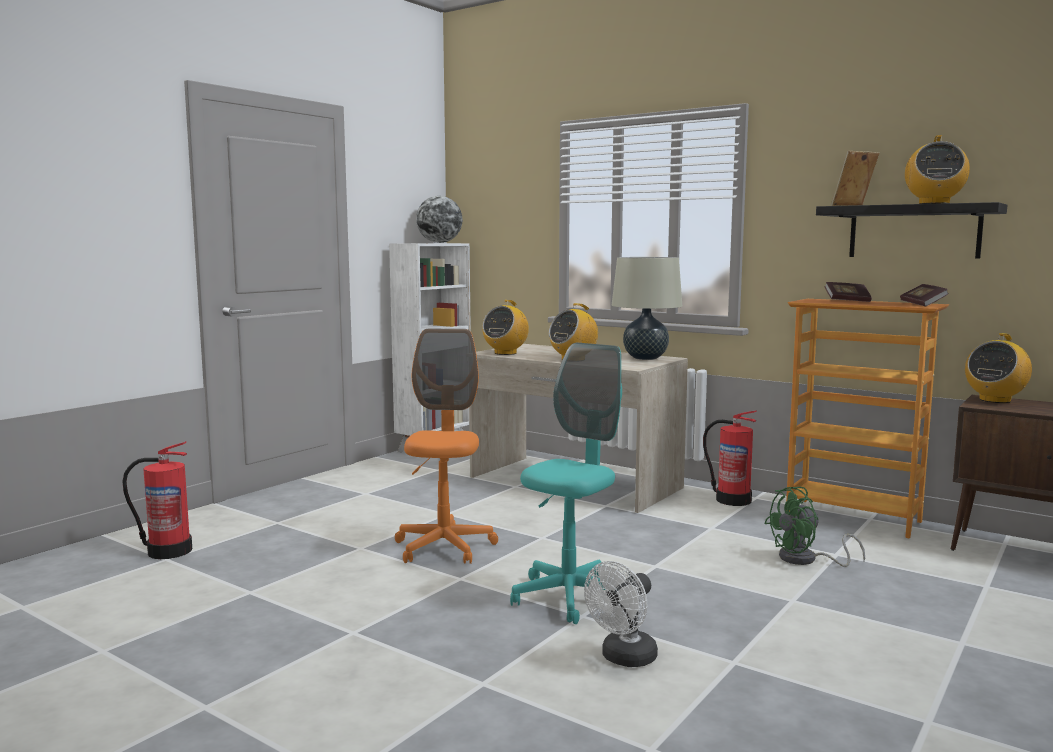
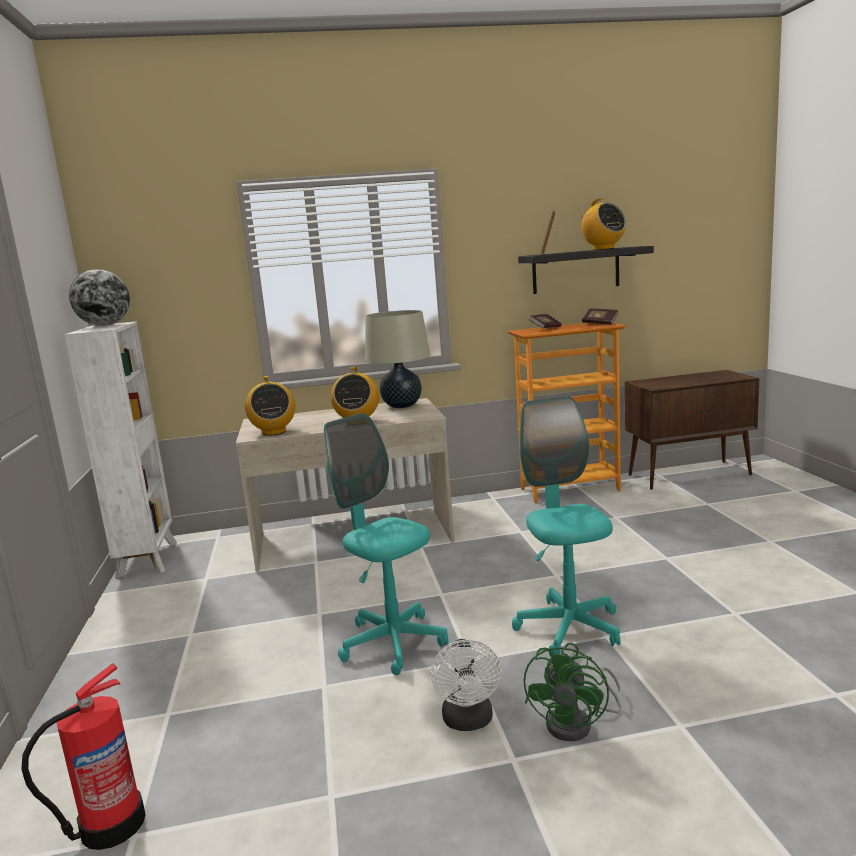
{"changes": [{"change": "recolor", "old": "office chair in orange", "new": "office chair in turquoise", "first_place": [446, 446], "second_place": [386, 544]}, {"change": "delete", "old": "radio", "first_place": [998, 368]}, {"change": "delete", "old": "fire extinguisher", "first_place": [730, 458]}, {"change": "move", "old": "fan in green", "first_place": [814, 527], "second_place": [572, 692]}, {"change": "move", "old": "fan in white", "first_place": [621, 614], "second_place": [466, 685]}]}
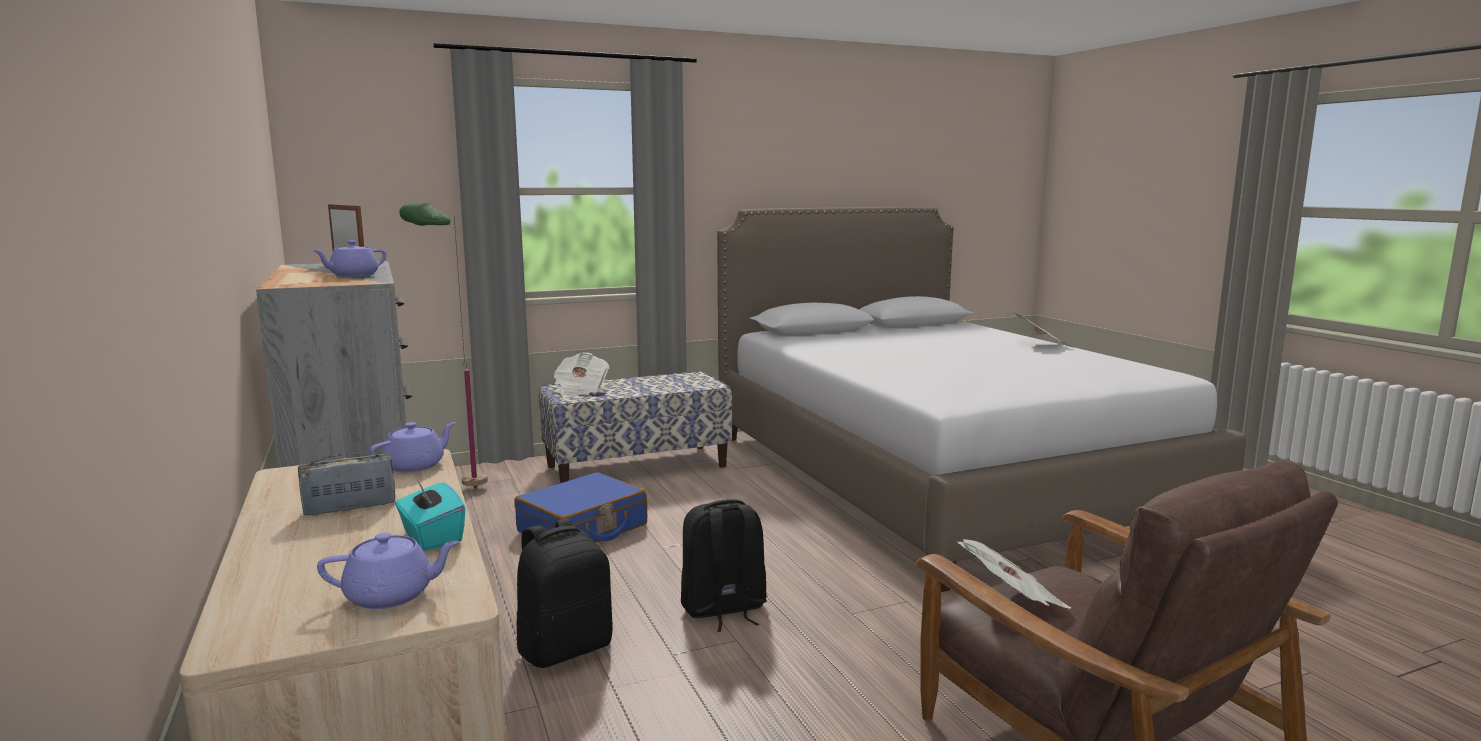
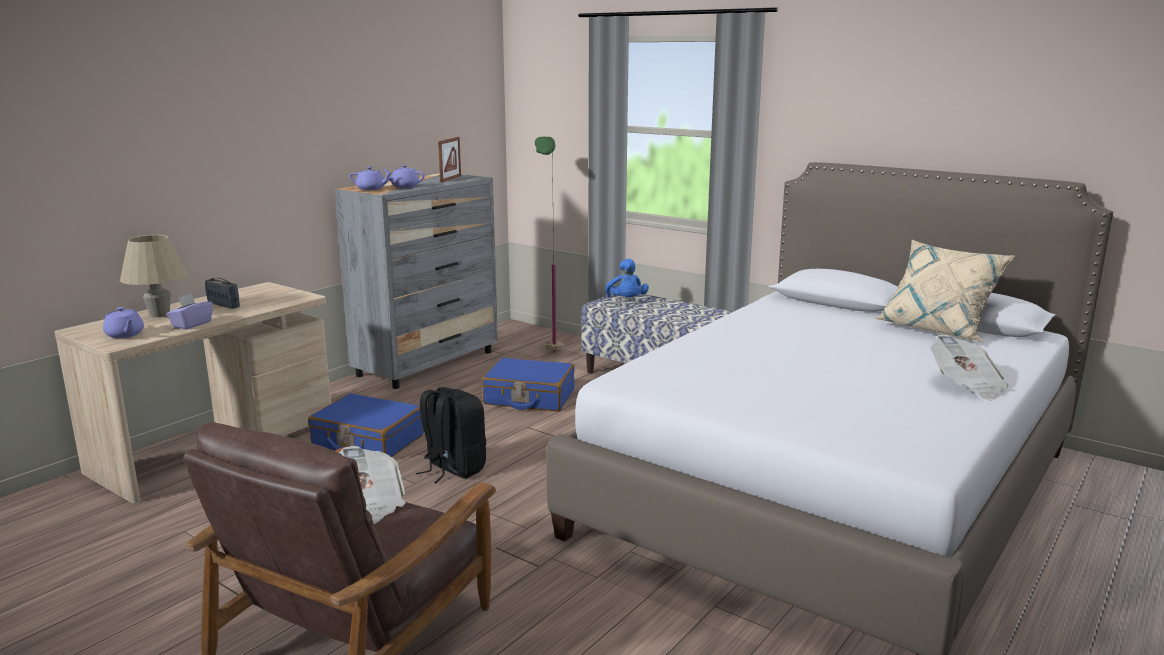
{"changes": [{"change": "replace", "old": "newspaper", "new": "plush toy in blue", "first_place": [581, 374], "second_place": [627, 278]}, {"change": "move", "old": "teapot in purple", "first_place": [412, 447], "second_place": [371, 178]}, {"change": "recolor", "old": "tissue box in turquoise", "new": "tissue box in purple", "first_place": [430, 515], "second_place": [189, 311]}, {"change": "replace", "old": "backpack in black", "new": "suitcase in blue", "first_place": [564, 593], "second_place": [366, 425]}, {"change": "insert", "new": "table lamp in beige", "second_place": [154, 276]}, {"change": "insert", "new": "pillow in beige", "second_place": [944, 291]}]}
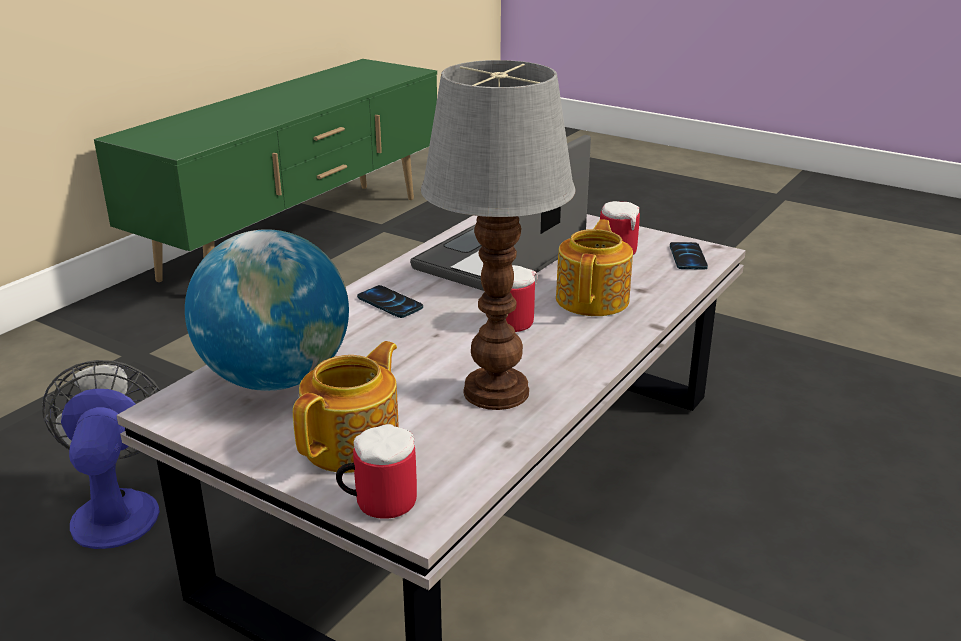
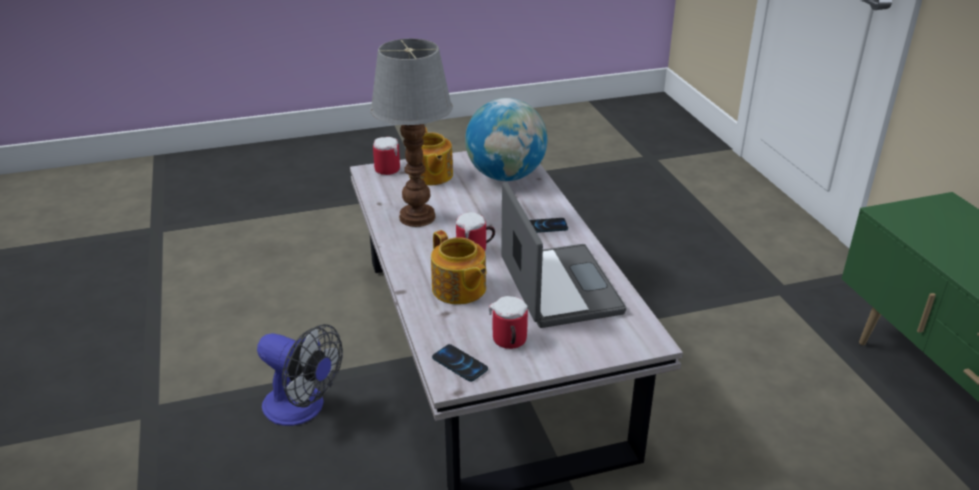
{"changes": [{"change": "move", "old": "fan", "first_place": [101, 454], "second_place": [300, 375]}]}
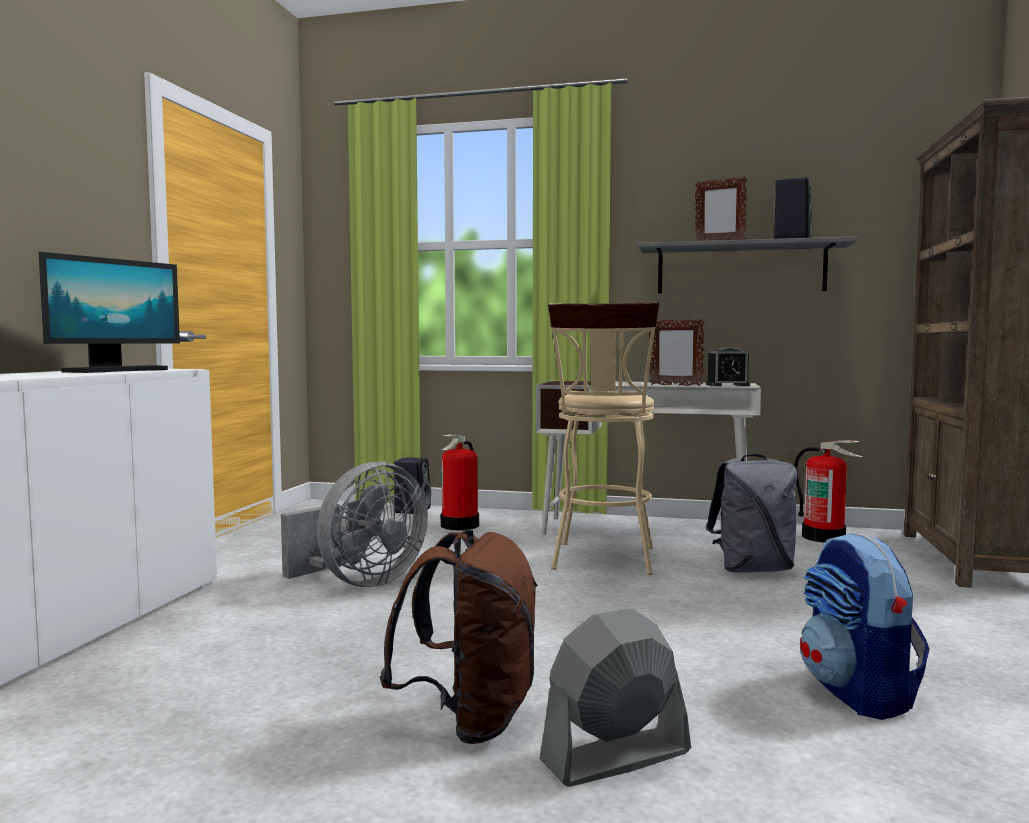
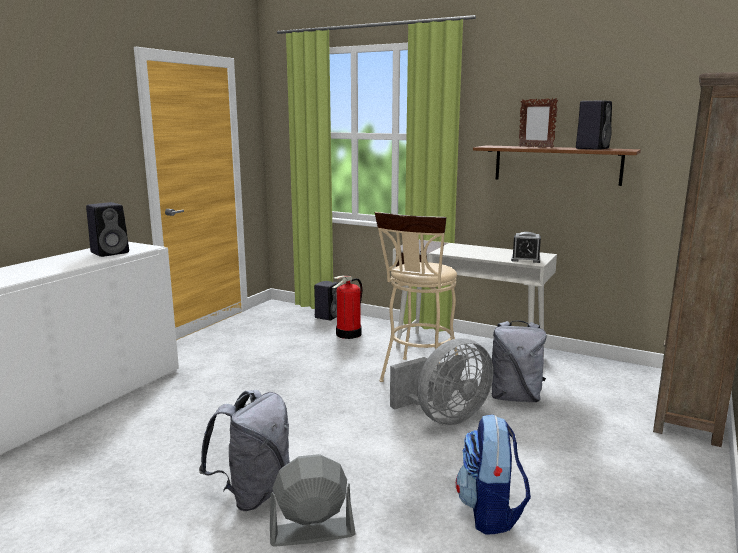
{"changes": [{"change": "recolor", "old": "shelf in grey", "new": "shelf in brown", "first_place": [748, 264], "second_place": [557, 165]}, {"change": "replace", "old": "monitor", "new": "speaker in black", "first_place": [109, 312], "second_place": [107, 229]}, {"change": "delete", "old": "picture frame", "first_place": [676, 352]}, {"change": "delete", "old": "fire extinguisher", "first_place": [829, 491]}, {"change": "move", "old": "fan in grey", "first_place": [354, 524], "second_place": [441, 381]}, {"change": "recolor", "old": "backpack in brown", "new": "backpack in grey", "first_place": [459, 636], "second_place": [244, 450]}]}
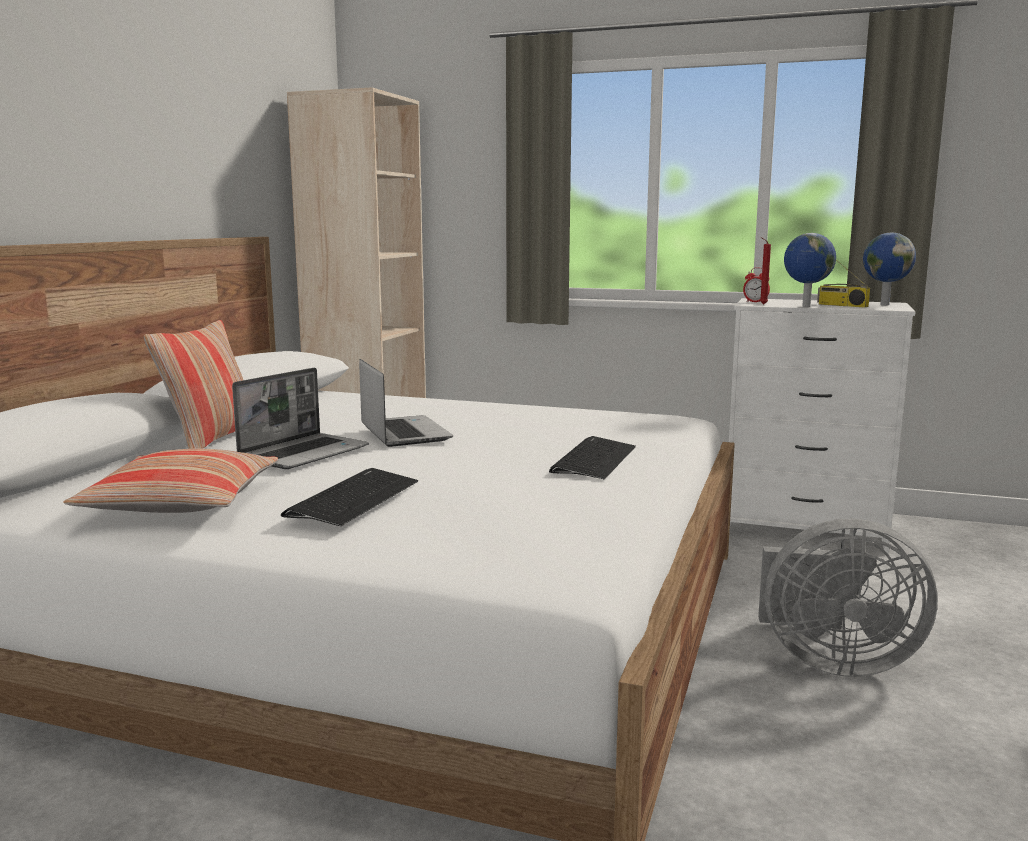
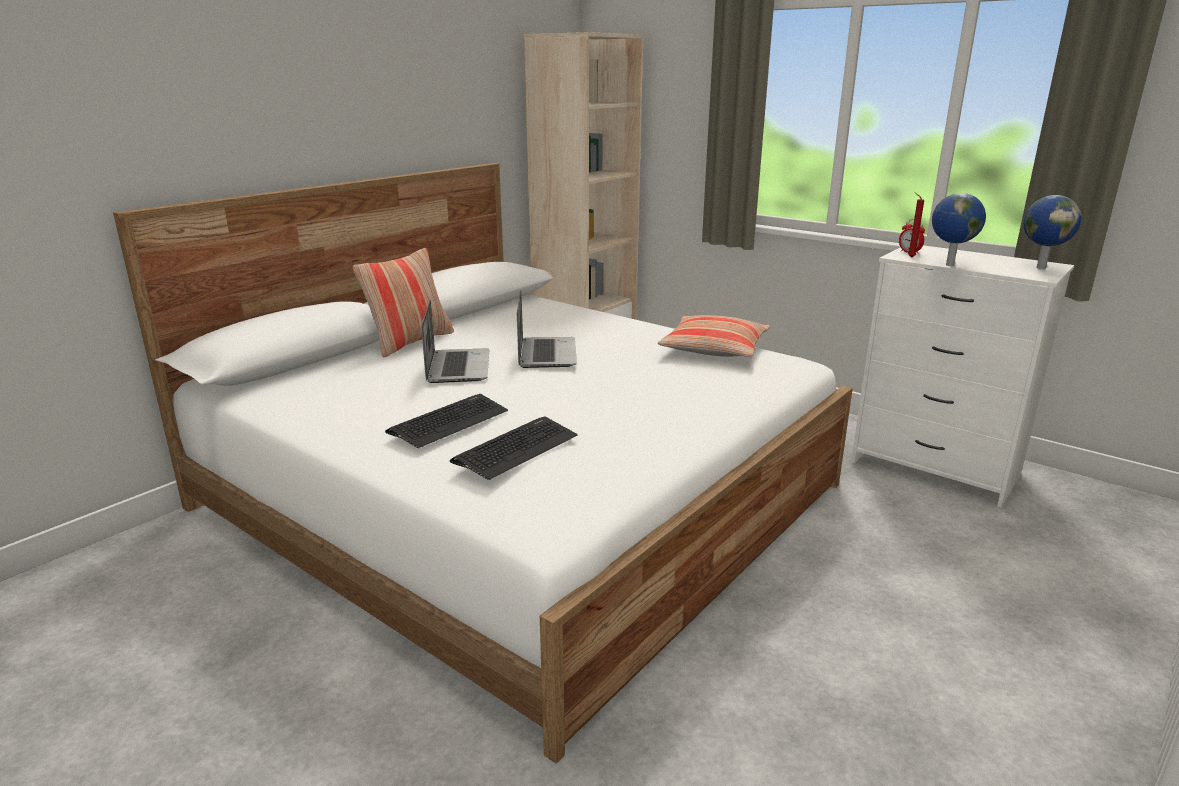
{"changes": [{"change": "delete", "old": "radio", "first_place": [843, 283]}, {"change": "rotate", "old": "laptop", "first_place": [300, 418], "second_place": [455, 341], "degrees": -60}, {"change": "move", "old": "keyboard", "first_place": [592, 457], "second_place": [514, 448]}, {"change": "move", "old": "pillow", "first_place": [170, 480], "second_place": [714, 336]}, {"change": "delete", "old": "fan in grey", "first_place": [847, 597]}]}
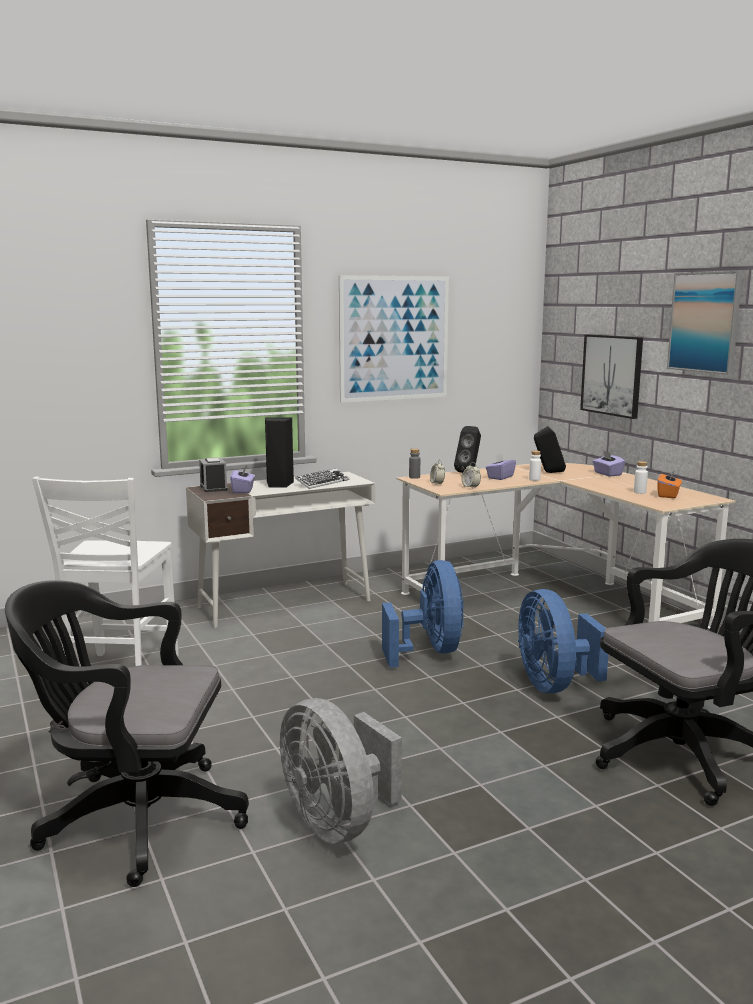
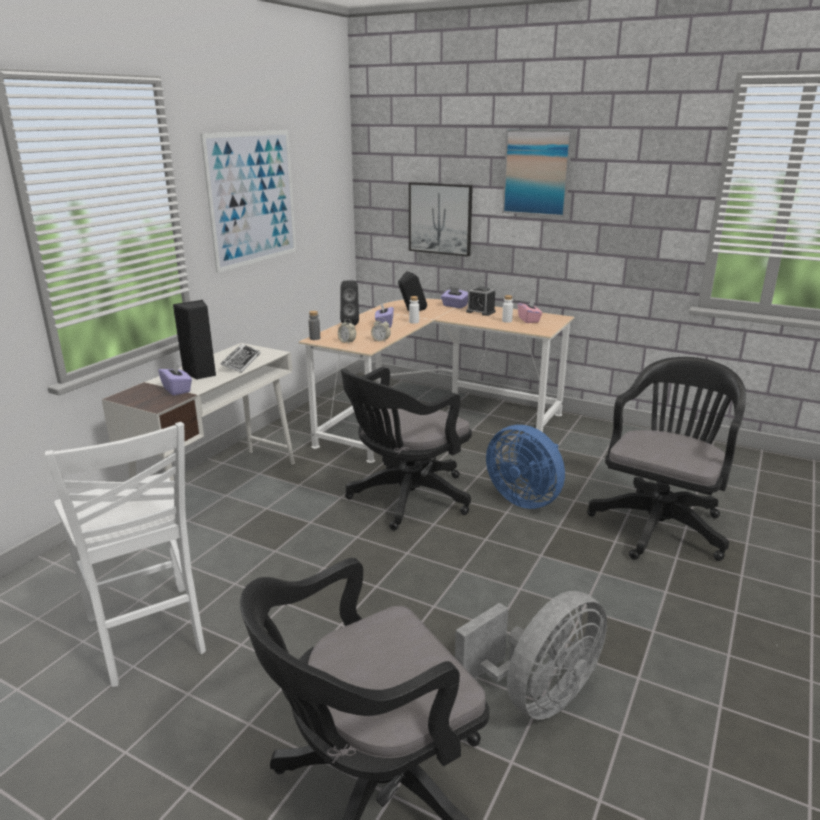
{"changes": [{"change": "move", "old": "alarm clock", "first_place": [213, 474], "second_place": [481, 301]}, {"change": "recolor", "old": "tissue box in orange", "new": "tissue box in pink", "first_place": [669, 484], "second_place": [530, 310]}, {"change": "replace", "old": "fan in blue", "new": "office chair in black", "first_place": [423, 614], "second_place": [406, 449]}, {"change": "rotate", "old": "fan in grey", "first_place": [341, 771], "second_place": [531, 655], "degrees": -60}]}
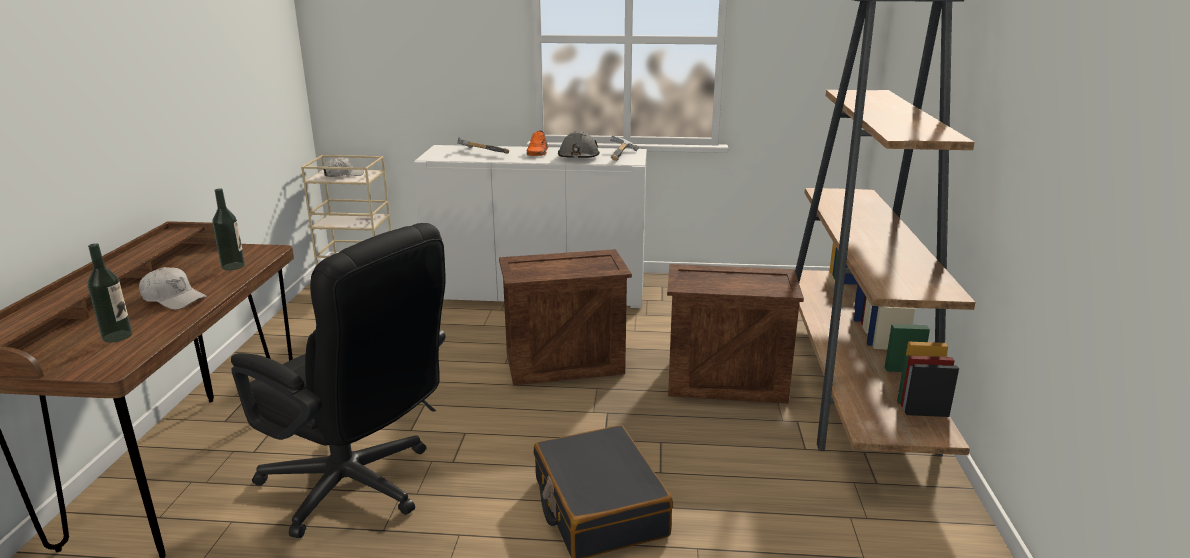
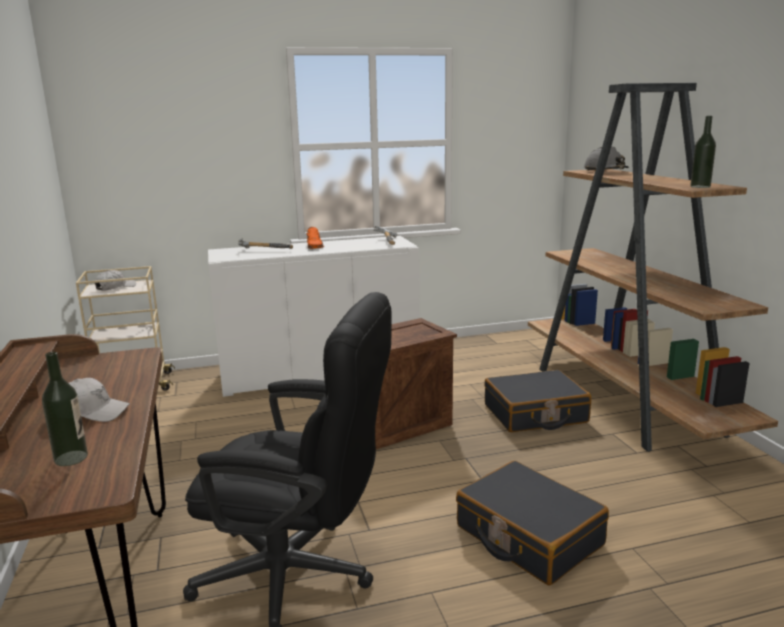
{"changes": [{"change": "move", "old": "hard hat in grey", "first_place": [579, 144], "second_place": [606, 158]}, {"change": "move", "old": "bottle", "first_place": [228, 229], "second_place": [703, 152]}, {"change": "replace", "old": "crate", "new": "suitcase in black", "first_place": [735, 333], "second_place": [537, 401]}]}
